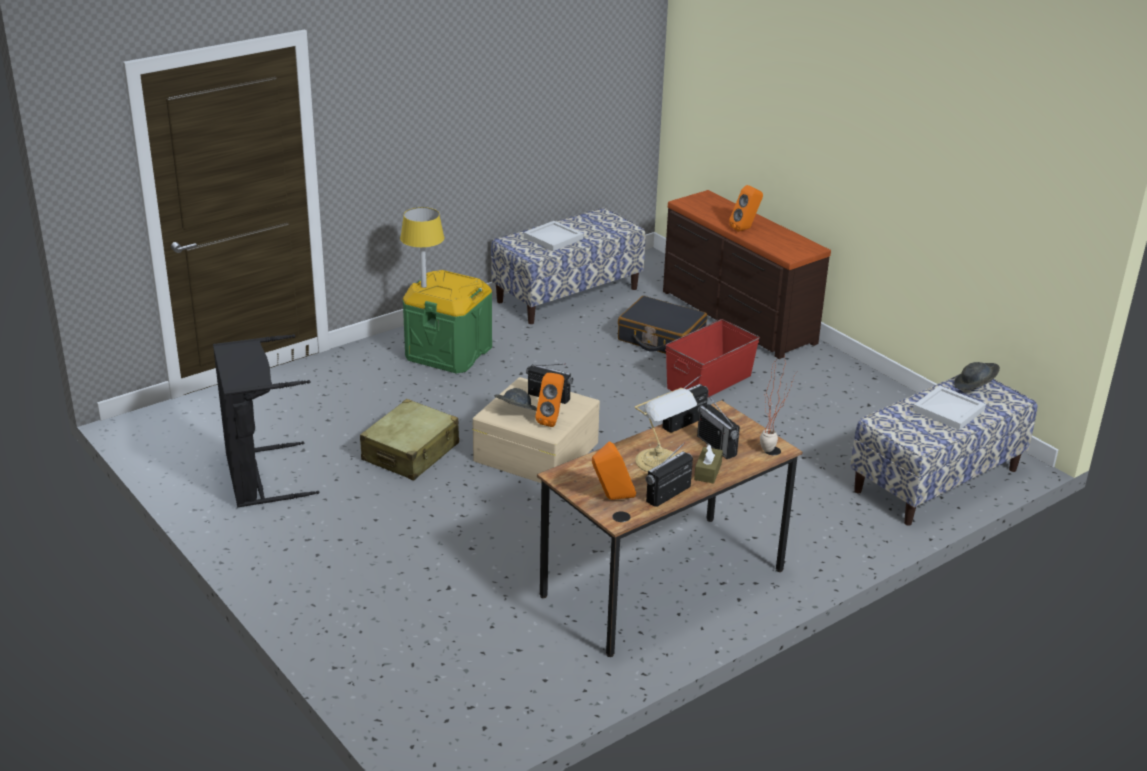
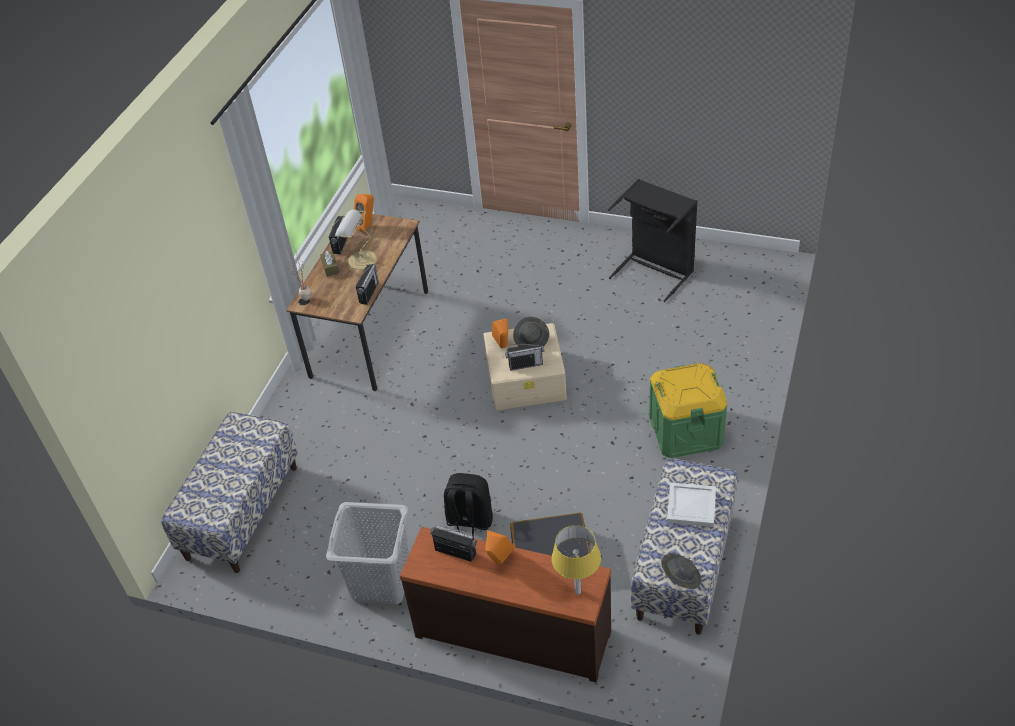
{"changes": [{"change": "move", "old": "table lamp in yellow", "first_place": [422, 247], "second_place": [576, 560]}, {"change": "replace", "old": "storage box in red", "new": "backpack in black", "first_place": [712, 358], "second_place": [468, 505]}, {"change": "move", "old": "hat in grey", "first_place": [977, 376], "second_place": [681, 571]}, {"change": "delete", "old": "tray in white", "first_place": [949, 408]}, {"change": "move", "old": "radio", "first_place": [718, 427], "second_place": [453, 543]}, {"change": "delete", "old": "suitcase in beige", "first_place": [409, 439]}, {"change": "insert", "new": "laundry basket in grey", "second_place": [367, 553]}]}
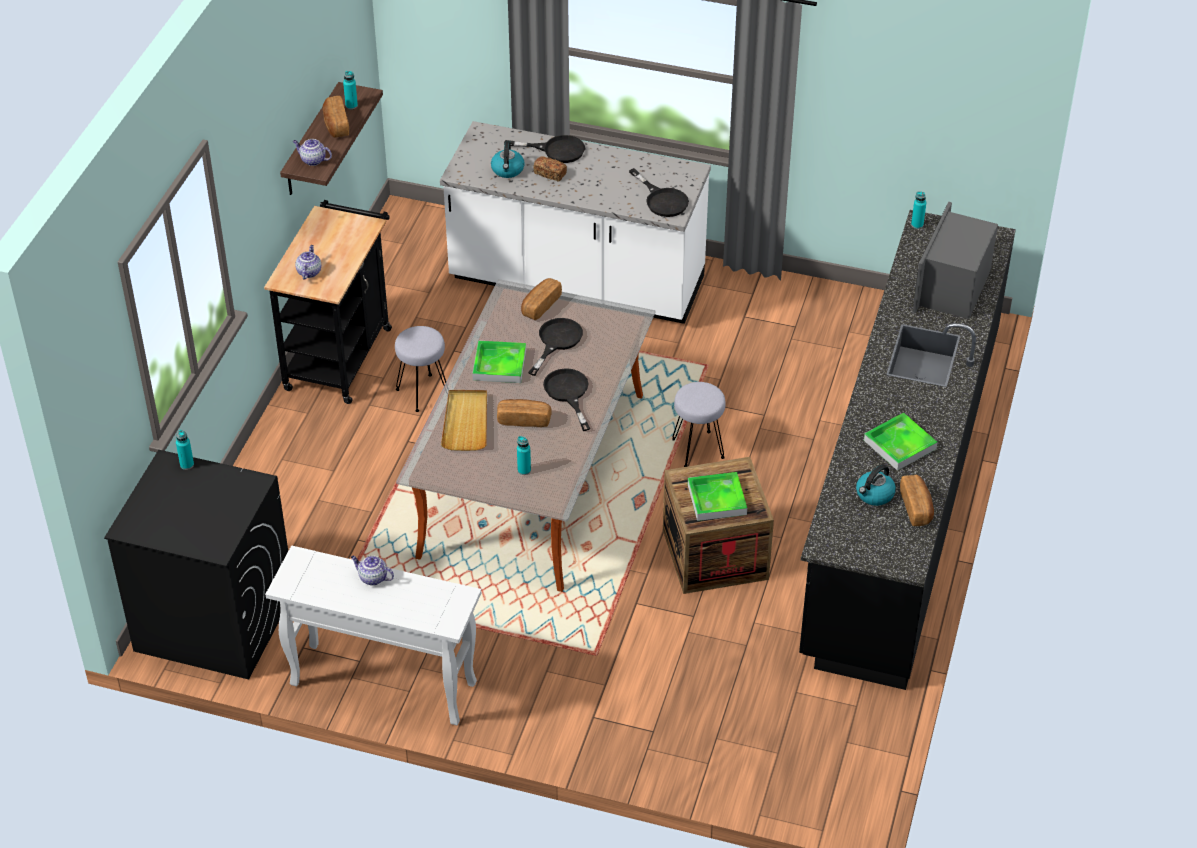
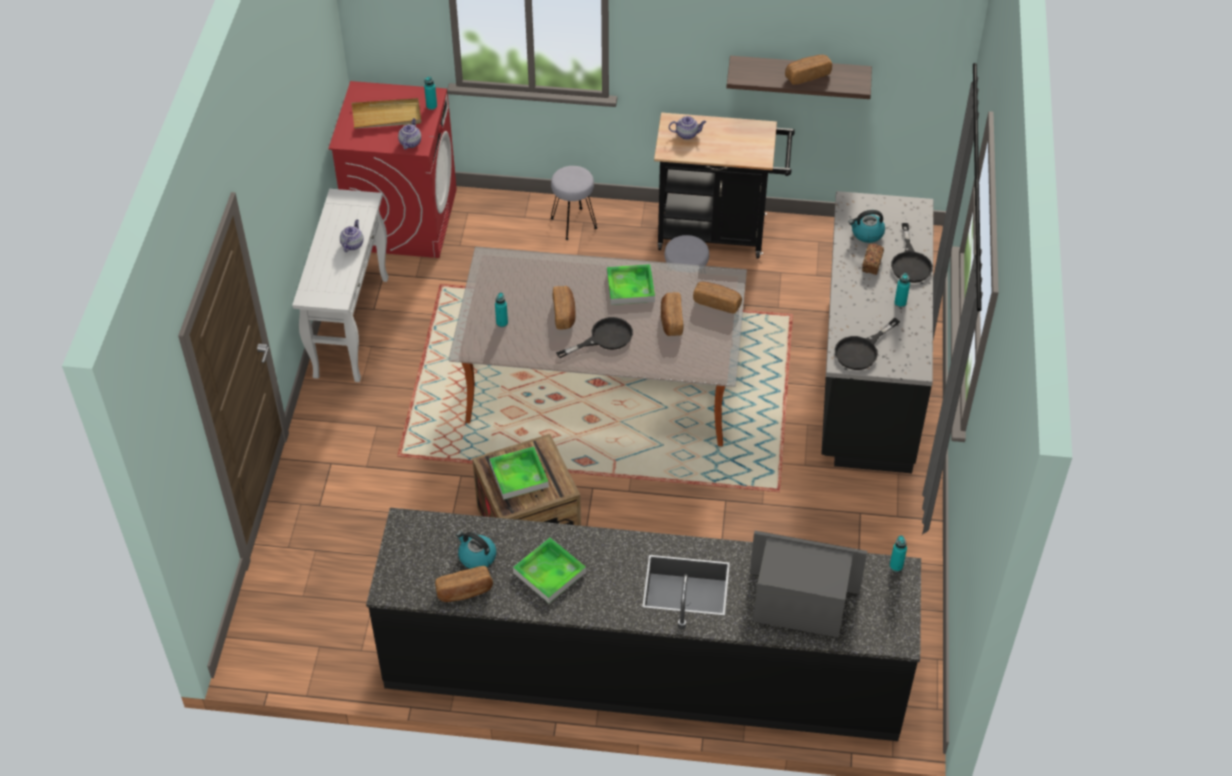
{"changes": [{"change": "move", "old": "bottle in turquoise", "first_place": [350, 90], "second_place": [902, 290]}, {"change": "recolor", "old": "counter in white", "new": "counter in black", "first_place": [575, 222], "second_place": [877, 332]}, {"change": "move", "old": "teapot", "first_place": [312, 152], "second_place": [409, 134]}, {"change": "replace", "old": "frying pan in black", "new": "bread", "first_place": [555, 347], "second_place": [672, 314]}, {"change": "move", "old": "stool in grey", "first_place": [699, 424], "second_place": [574, 203]}, {"change": "move", "old": "tray in beige", "first_place": [464, 420], "second_place": [386, 113]}, {"change": "recolor", "old": "washing machine in black", "new": "washing machine in red", "first_place": [196, 565], "second_place": [392, 169]}]}
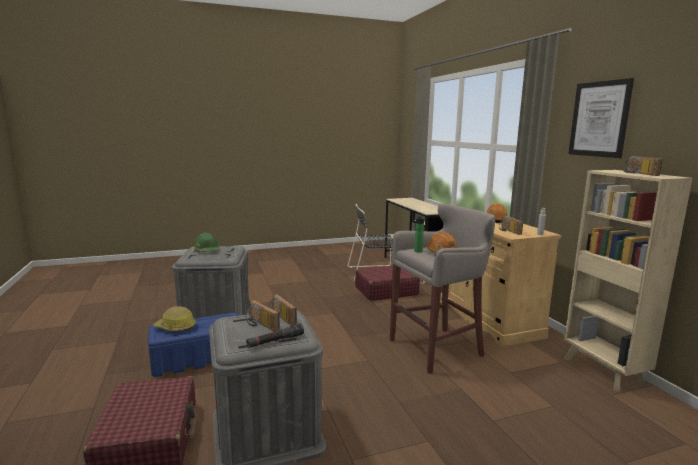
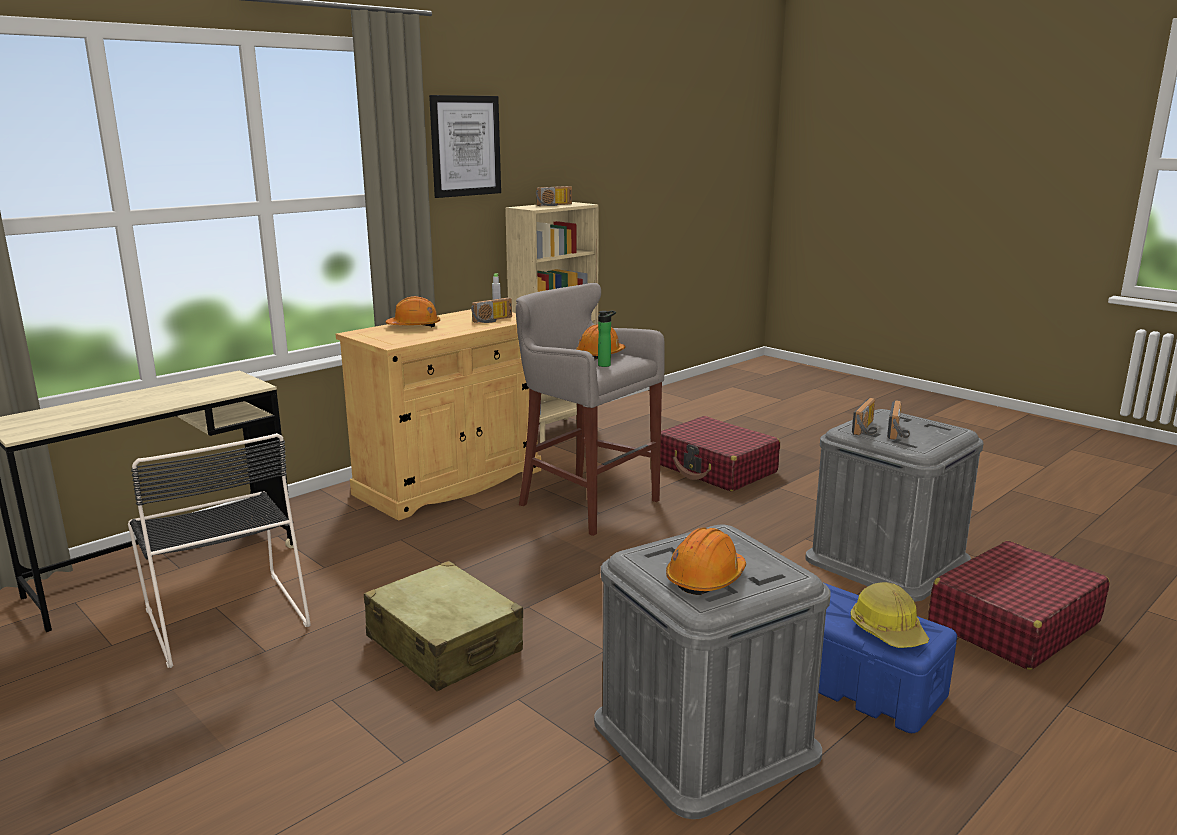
{"changes": [{"change": "recolor", "old": "hard hat in green", "new": "hard hat in orange", "first_place": [206, 242], "second_place": [706, 561]}, {"change": "move", "old": "suitcase in red", "first_place": [387, 283], "second_place": [720, 454]}, {"change": "delete", "old": "flashlight in black", "first_place": [275, 336]}, {"change": "insert", "new": "suitcase in beige", "second_place": [443, 626]}]}
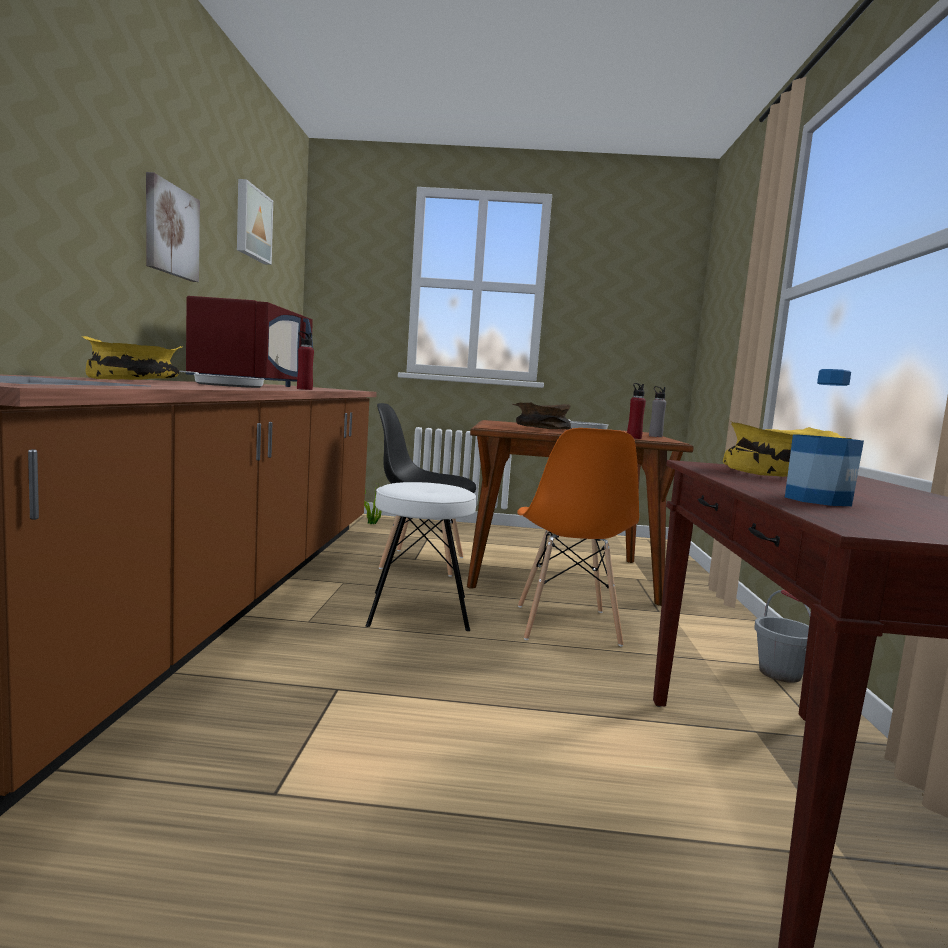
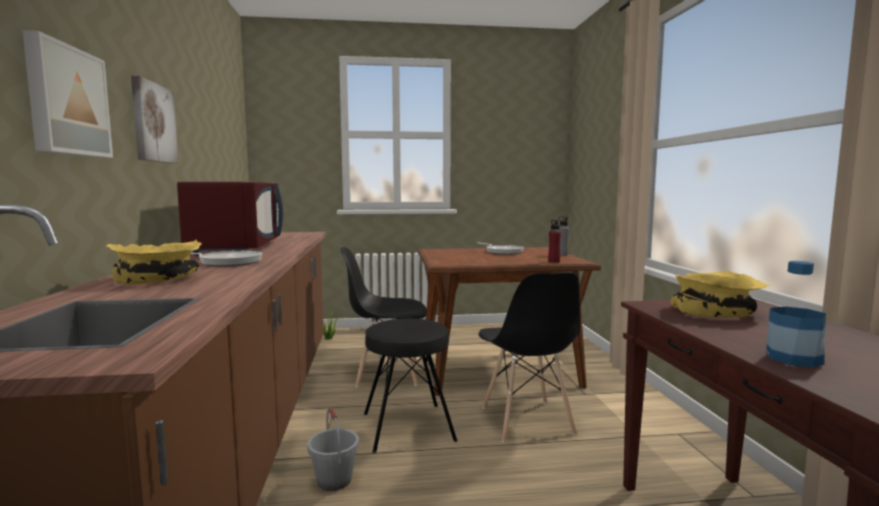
{"changes": [{"change": "move", "old": "picture", "first_place": [255, 222], "second_place": [67, 94]}, {"change": "delete", "old": "bottle in red", "first_place": [305, 360]}, {"change": "delete", "old": "bowl in brown", "first_place": [541, 415]}, {"change": "recolor", "old": "chair in orange", "new": "chair in black", "first_place": [578, 537], "second_place": [529, 357]}, {"change": "recolor", "old": "stool in white", "new": "stool in black", "first_place": [421, 556], "second_place": [410, 385]}, {"change": "move", "old": "bucket in grey", "first_place": [782, 636], "second_place": [333, 449]}]}
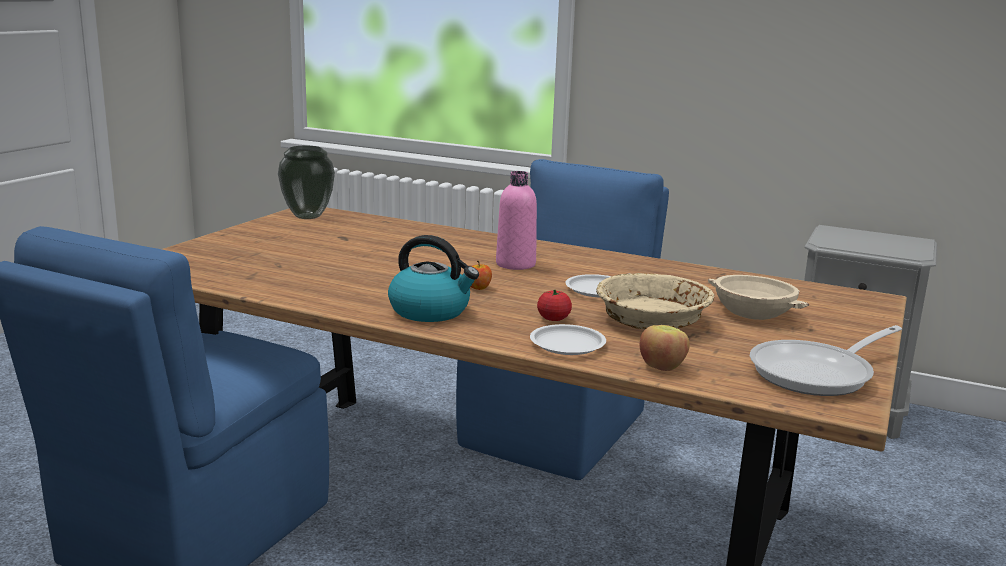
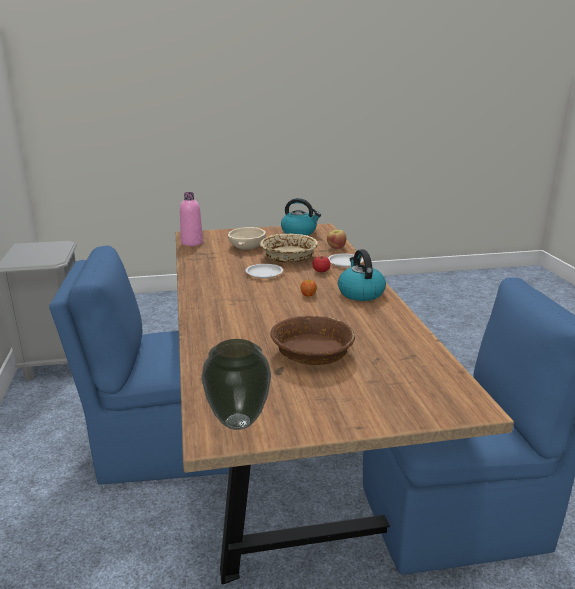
{"changes": [{"change": "move", "old": "bottle in pink", "first_place": [516, 220], "second_place": [191, 219]}, {"change": "replace", "old": "frying pan", "new": "kettle", "first_place": [826, 360], "second_place": [301, 216]}, {"change": "insert", "new": "bowl in brown", "second_place": [312, 340]}]}
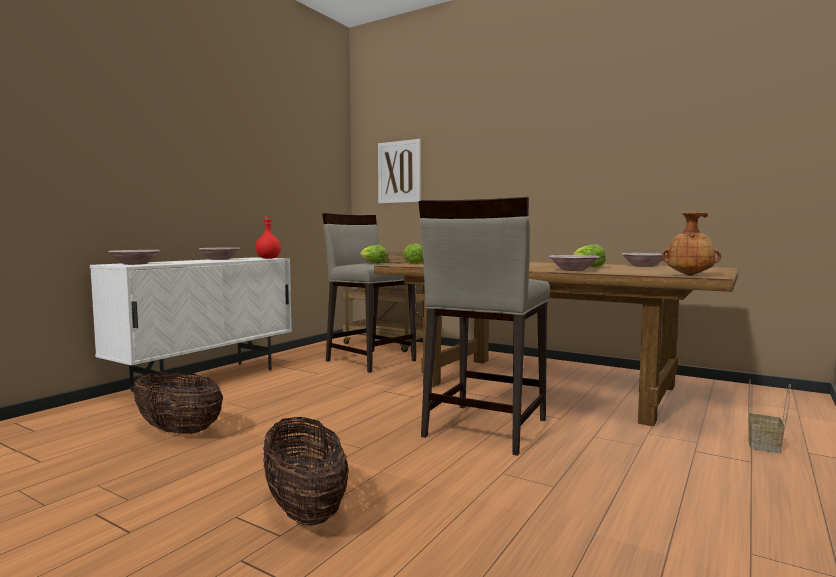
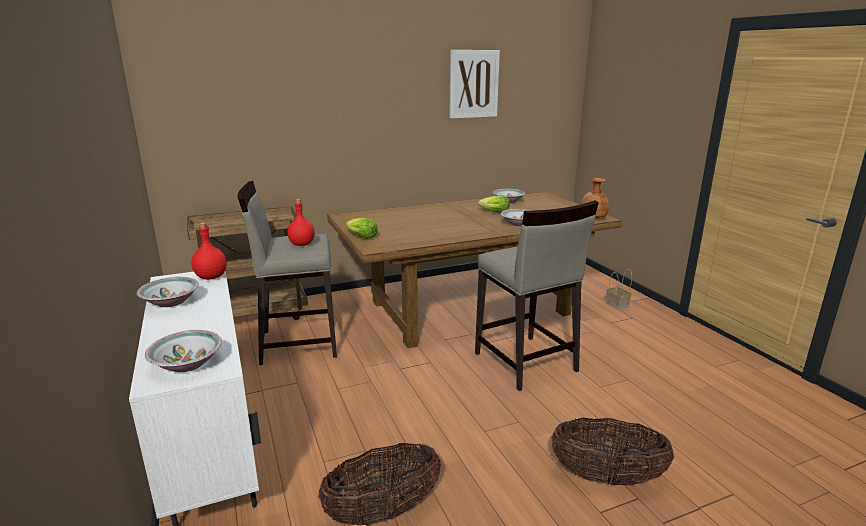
{"changes": [{"change": "move", "old": "picture", "first_place": [399, 171], "second_place": [474, 84]}, {"change": "replace", "old": "lettuce", "new": "bottle in red", "first_place": [373, 254], "second_place": [301, 222]}]}
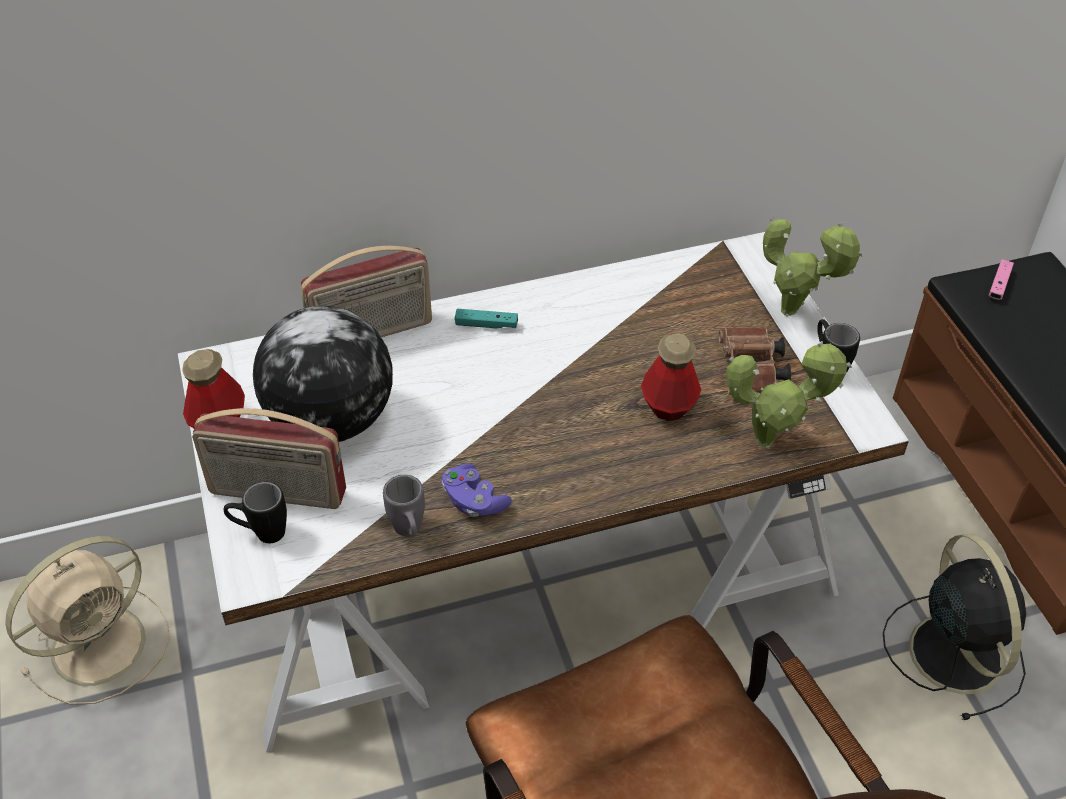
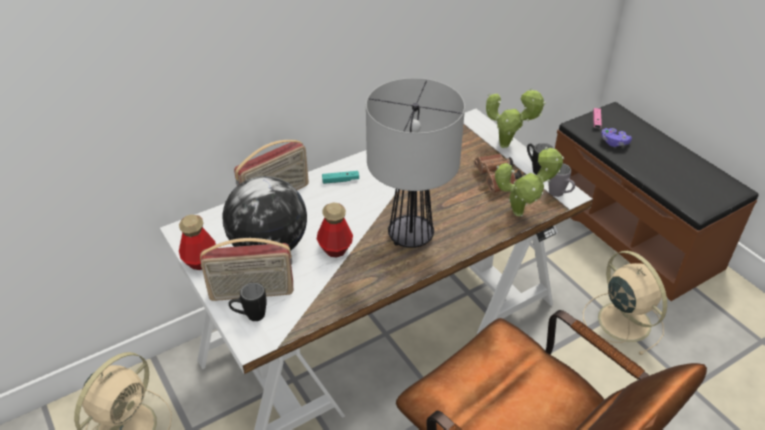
{"changes": [{"change": "move", "old": "bottle", "first_place": [671, 377], "second_place": [335, 230]}, {"change": "move", "old": "game controller in purple", "first_place": [477, 490], "second_place": [616, 137]}, {"change": "move", "old": "mug in grey", "first_place": [404, 506], "second_place": [561, 180]}, {"change": "recolor", "old": "fan in black", "new": "fan in beige", "first_place": [954, 627], "second_place": [625, 303]}, {"change": "insert", "new": "table lamp", "second_place": [415, 163]}]}
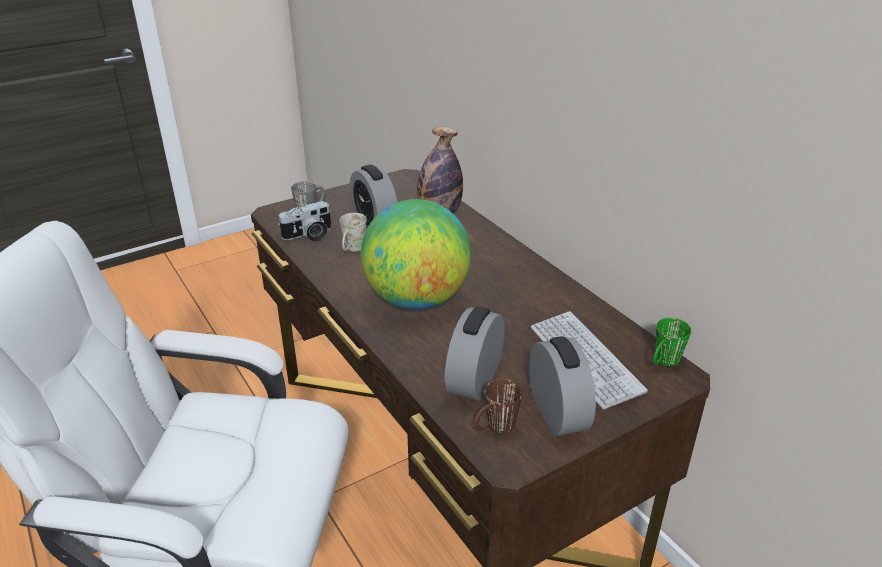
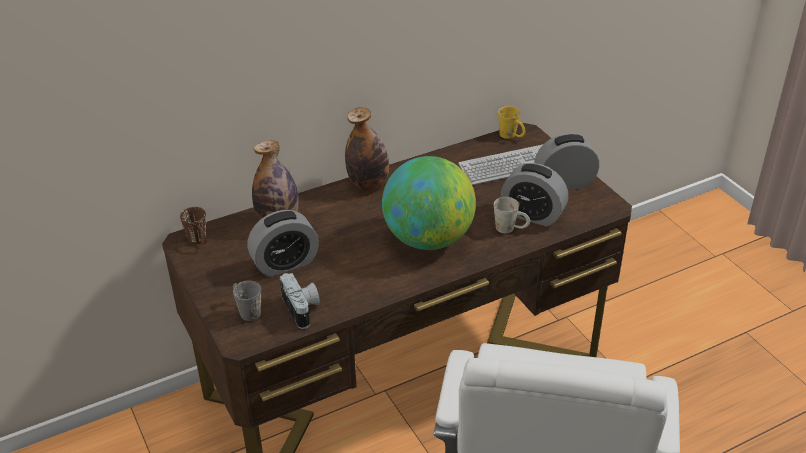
{"changes": [{"change": "move", "old": "mug in white", "first_place": [353, 232], "second_place": [512, 215]}, {"change": "recolor", "old": "mug in green", "new": "mug in yellow", "first_place": [672, 342], "second_place": [511, 122]}, {"change": "move", "old": "mug in brown", "first_place": [498, 406], "second_place": [193, 225]}, {"change": "insert", "new": "bottle", "second_place": [367, 148]}]}
